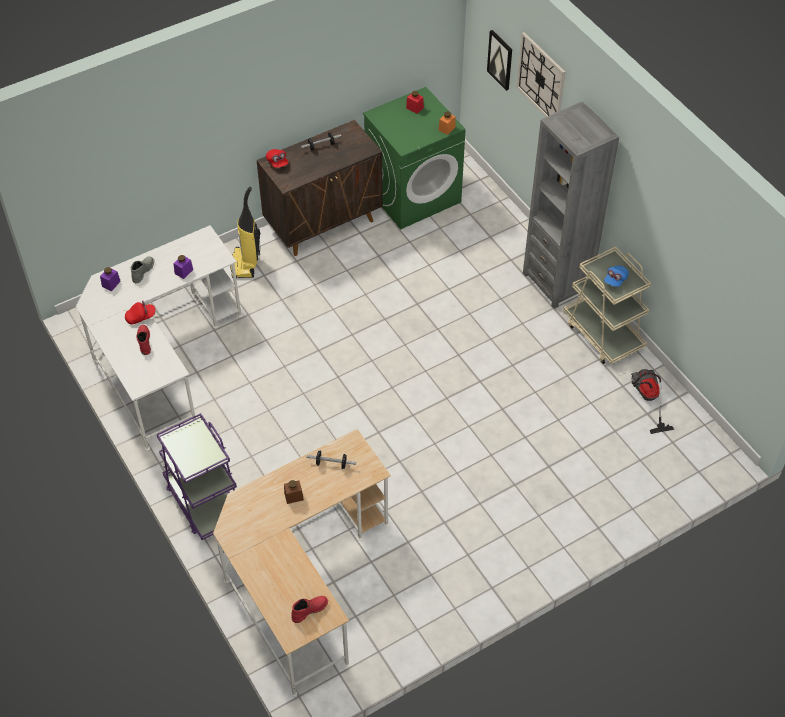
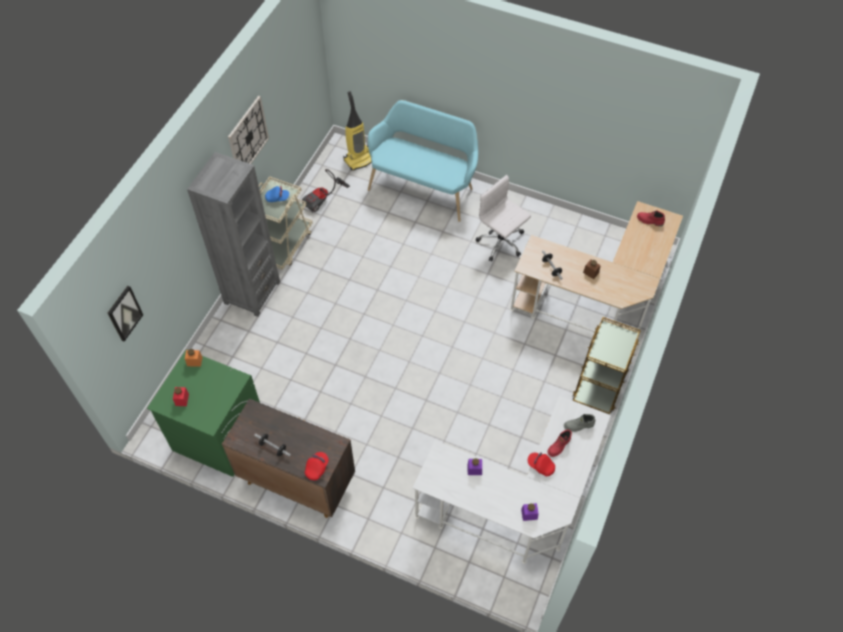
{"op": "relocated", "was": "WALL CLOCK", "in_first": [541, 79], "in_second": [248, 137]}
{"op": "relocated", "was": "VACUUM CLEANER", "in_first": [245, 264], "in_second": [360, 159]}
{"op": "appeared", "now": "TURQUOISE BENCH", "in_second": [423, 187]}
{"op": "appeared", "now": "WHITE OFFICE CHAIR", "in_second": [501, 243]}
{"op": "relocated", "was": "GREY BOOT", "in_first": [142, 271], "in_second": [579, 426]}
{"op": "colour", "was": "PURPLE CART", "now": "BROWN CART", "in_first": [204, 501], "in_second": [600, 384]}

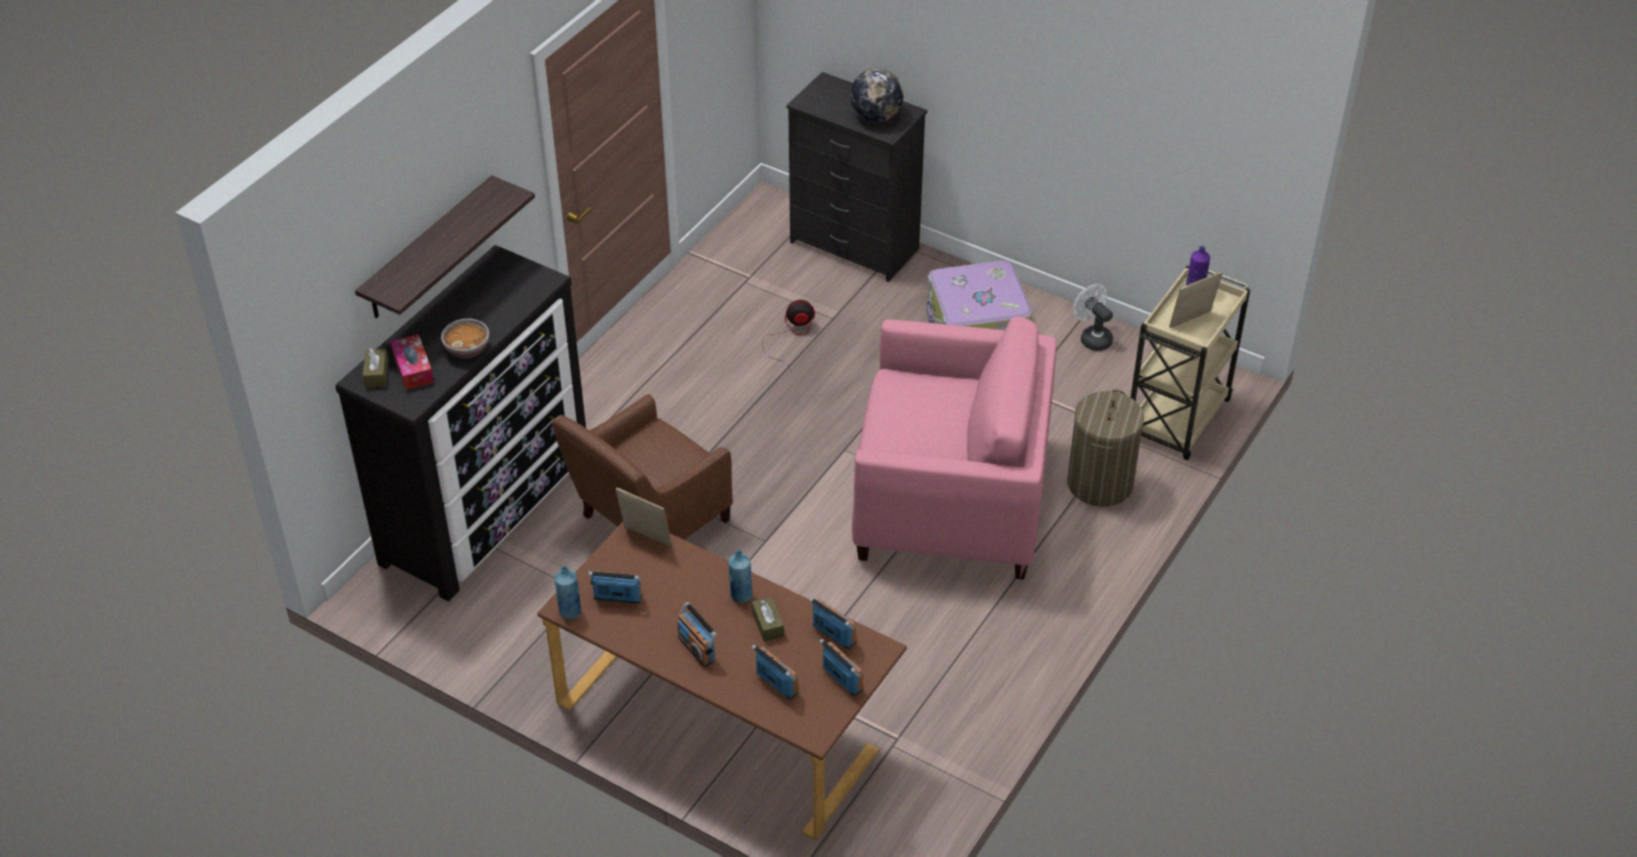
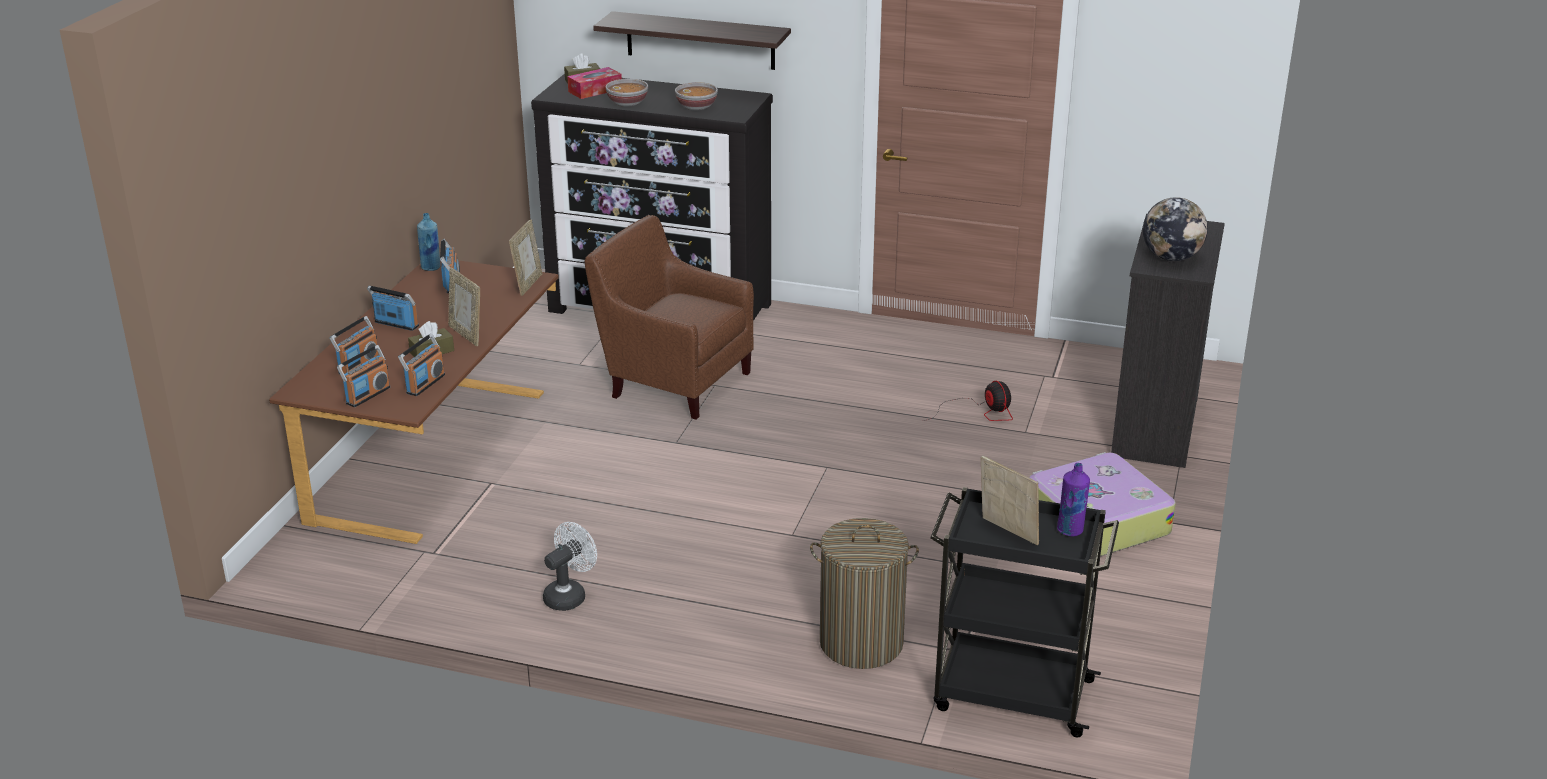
{"op": "spun", "was": "RADIO", "in_first": [696, 648], "in_second": [396, 324], "clockwise": 75}
{"op": "exchanged", "was": "BLUE BOTTLE", "now": "PICTURE FRAME", "in_first": [741, 595], "in_second": [466, 335]}
{"op": "relocated", "was": "WHITE FAN", "in_first": [1092, 337], "in_second": [569, 595]}
{"op": "appeared", "now": "BOWL", "in_second": [697, 107]}
{"op": "colour", "was": "BEIGE CART", "now": "BLACK CART", "in_first": [1177, 420], "in_second": [1010, 694]}
{"op": "missing", "was": "PINK ARMCHAIR", "in_first": [950, 499]}

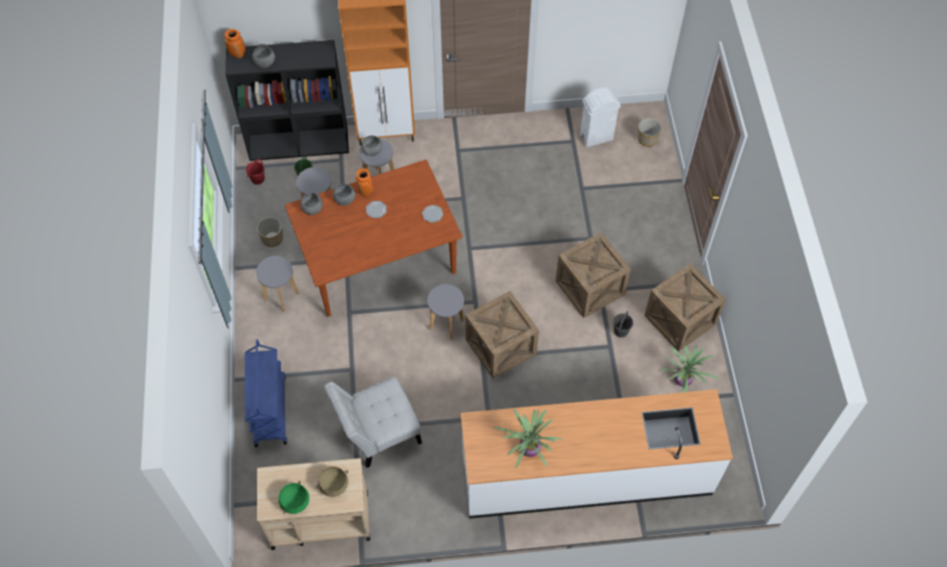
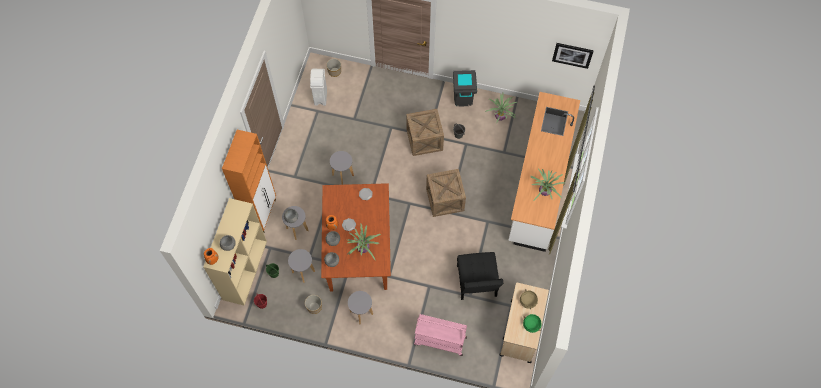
{"op": "colour", "was": "BLACK BOOKCASE", "now": "BEIGE BOOKCASE", "in_first": [299, 143], "in_second": [244, 269]}
{"op": "relocated", "was": "GREY STOOL", "in_first": [446, 325], "in_second": [343, 175]}
{"op": "appeared", "now": "POTTED PLANT", "in_second": [363, 249]}
{"op": "colour", "was": "BLUE CART", "now": "PINK CART", "in_first": [270, 410], "in_second": [439, 341]}
{"op": "exchanged", "was": "CRATE", "now": "GREY TRASH CAN", "in_first": [680, 320], "in_second": [463, 103]}
{"op": "colour", "was": "WHITE CHAIR", "now": "BLACK CHAIR", "in_first": [377, 433], "in_second": [476, 283]}
{"op": "appeared", "now": "PICTURE", "in_second": [572, 55]}

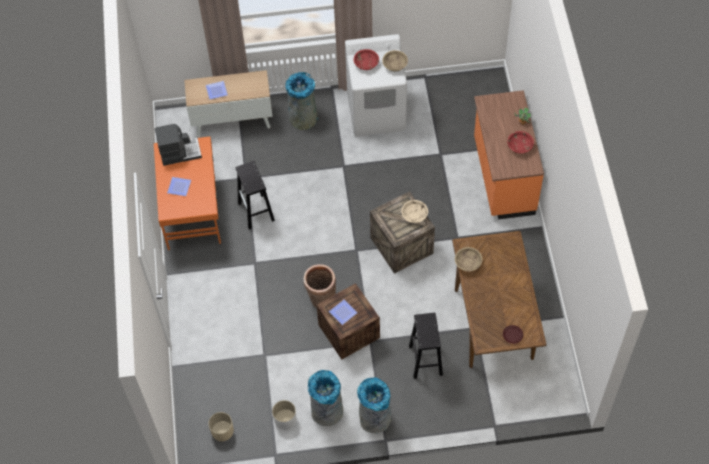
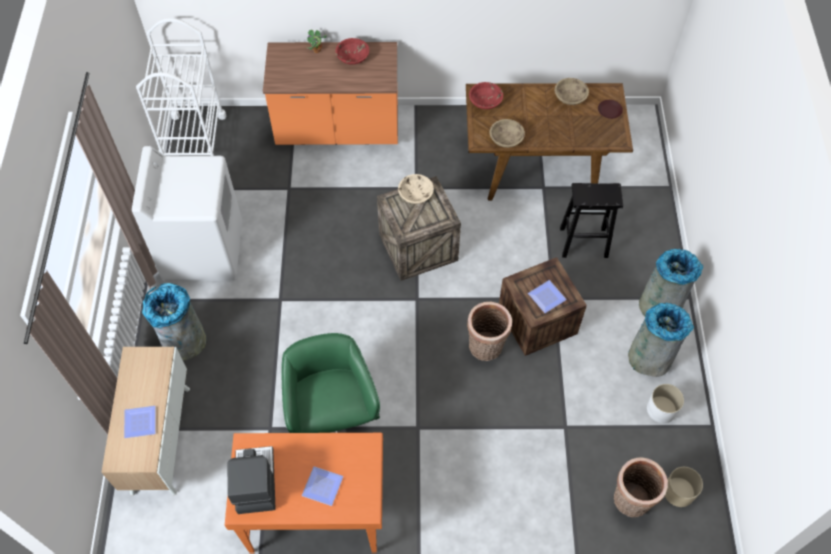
{"op": "appeared", "now": "WHITE CART", "in_second": [195, 141]}
{"op": "exchanged", "was": "BLACK STOOL", "now": "GREEN OFFICE CHAIR", "in_first": [256, 212], "in_second": [333, 418]}
{"op": "relocated", "was": "RED BOWL", "in_first": [366, 64], "in_second": [485, 102]}
{"op": "relocated", "was": "BEIGE BOWL", "in_first": [395, 65], "in_second": [570, 97]}
{"op": "appeared", "now": "BASKET", "in_second": [630, 501]}

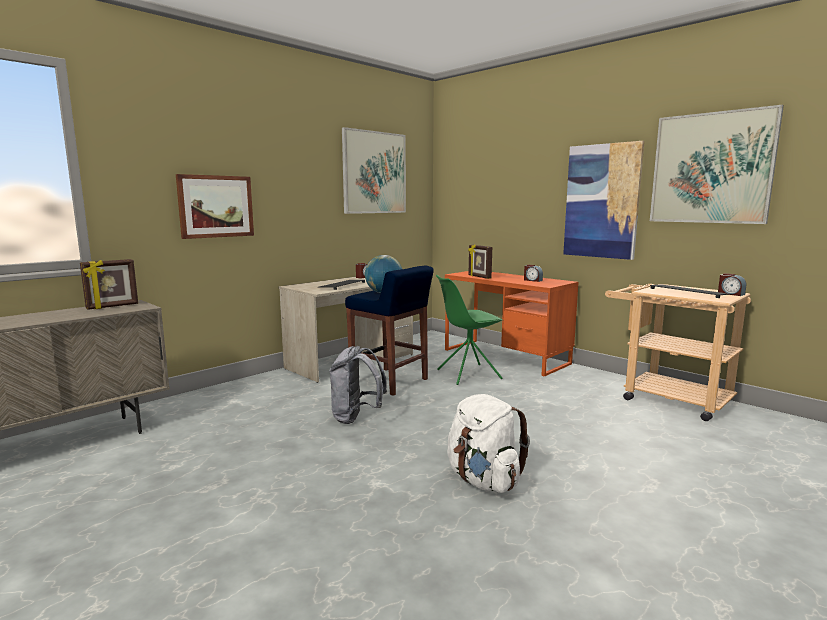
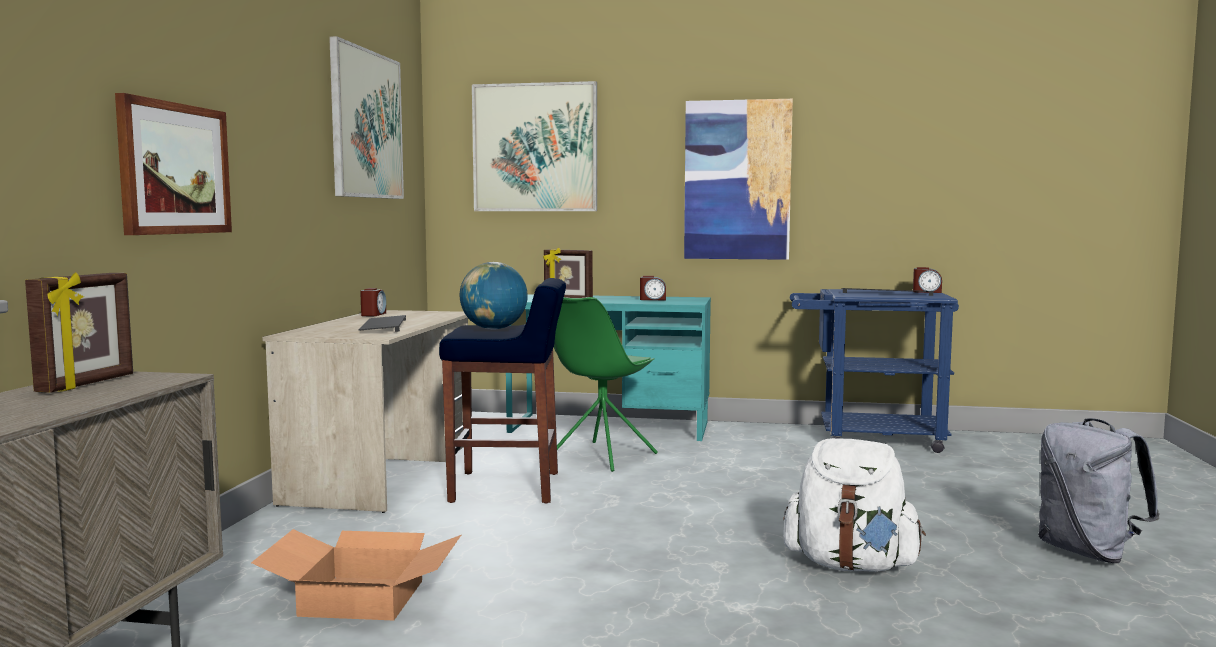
{"op": "appeared", "now": "CARDBOARD BOX", "in_second": [360, 599]}
{"op": "relocated", "was": "PICTURE", "in_first": [711, 168], "in_second": [535, 148]}
{"op": "colour", "was": "ORANGE DESK", "now": "TURQUOISE DESK", "in_first": [505, 357], "in_second": [610, 427]}
{"op": "colour", "was": "BEIGE CART", "now": "BLUE CART", "in_first": [666, 398], "in_second": [867, 438]}
{"op": "relocated", "was": "GREY BACKPACK", "in_first": [356, 418], "in_second": [1088, 552]}

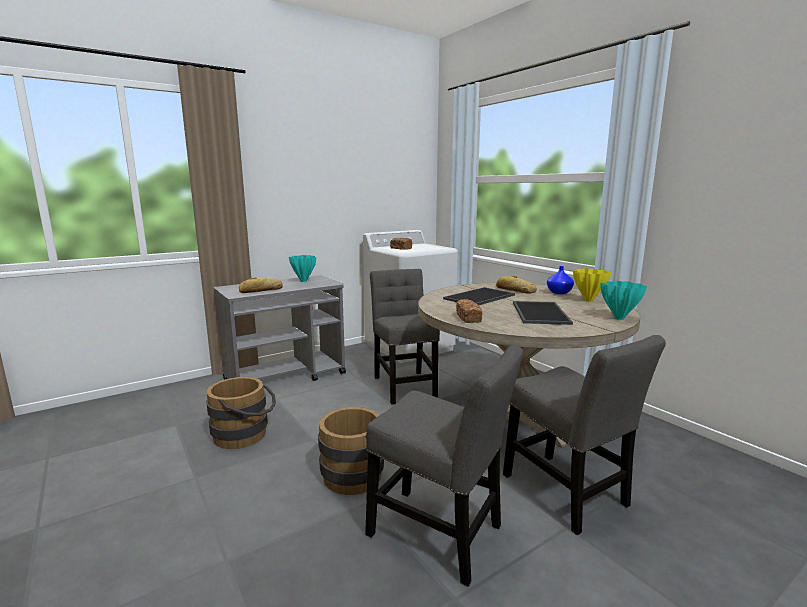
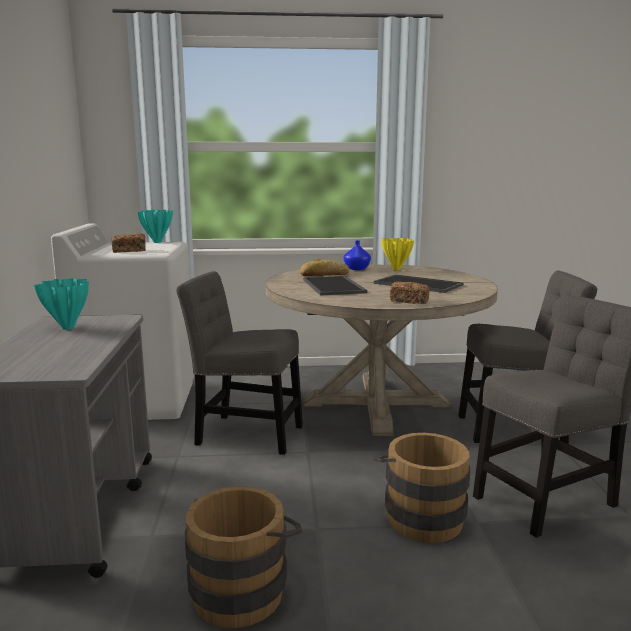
{"op": "relocated", "was": "TURQUOISE VASE", "in_first": [620, 318], "in_second": [158, 242]}
{"op": "missing", "was": "BREAD", "in_first": [261, 290]}

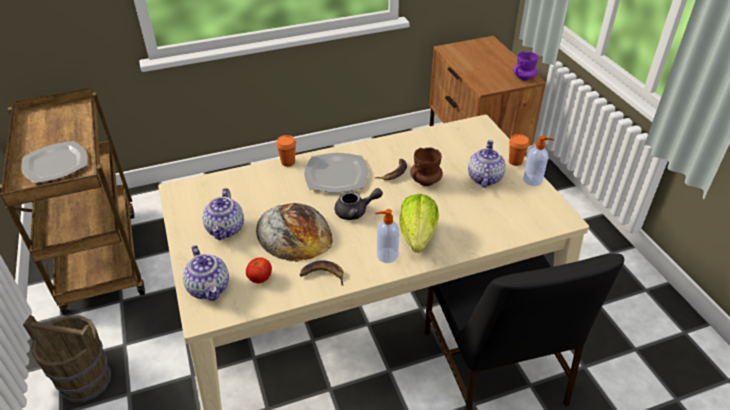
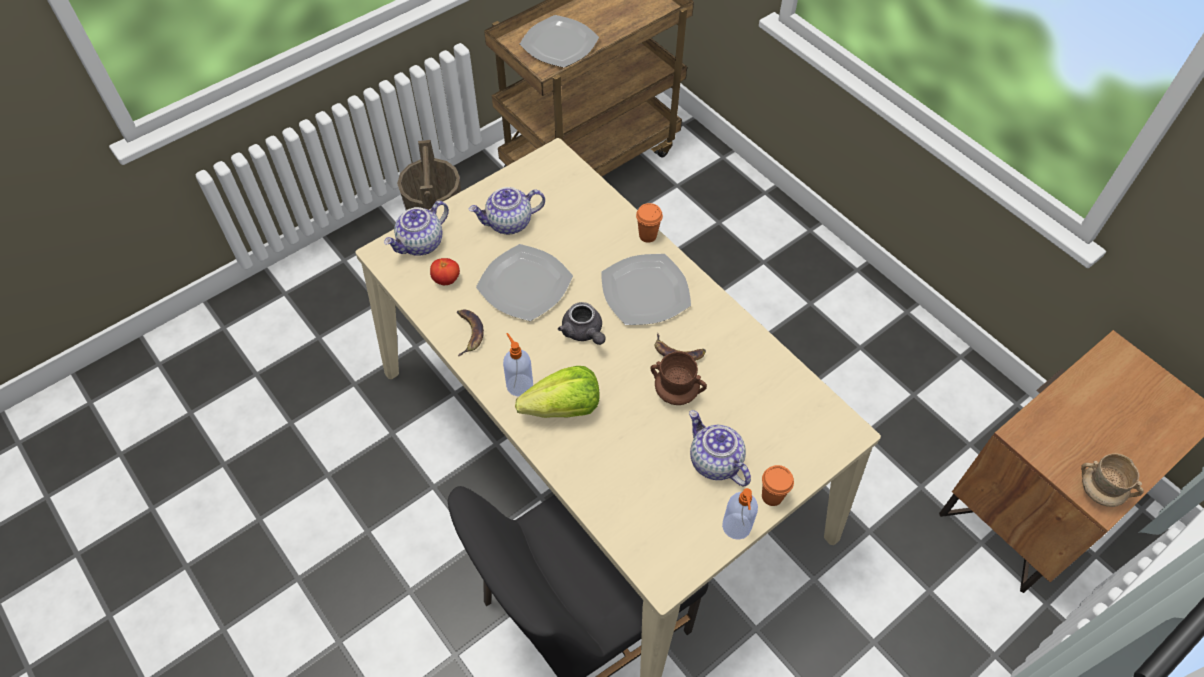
{"op": "exchanged", "was": "BREAD", "now": "PLATE", "in_first": [294, 232], "in_second": [526, 284]}
{"op": "spun", "was": "TEAPOT", "in_first": [484, 178], "in_second": [714, 461], "clockwise": -120}
{"op": "colour", "was": "PURPLE MUG", "now": "BEIGE MUG", "in_first": [524, 77], "in_second": [1099, 491]}

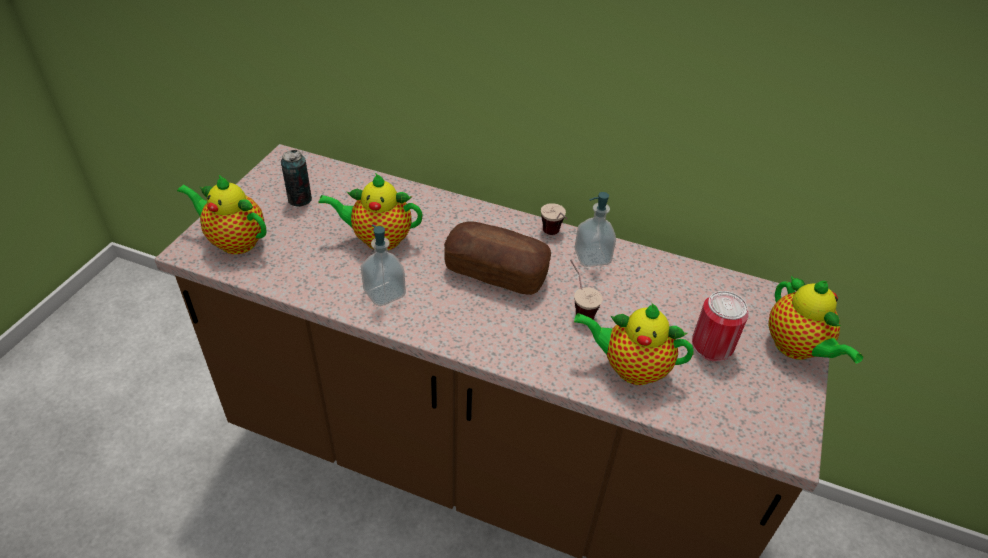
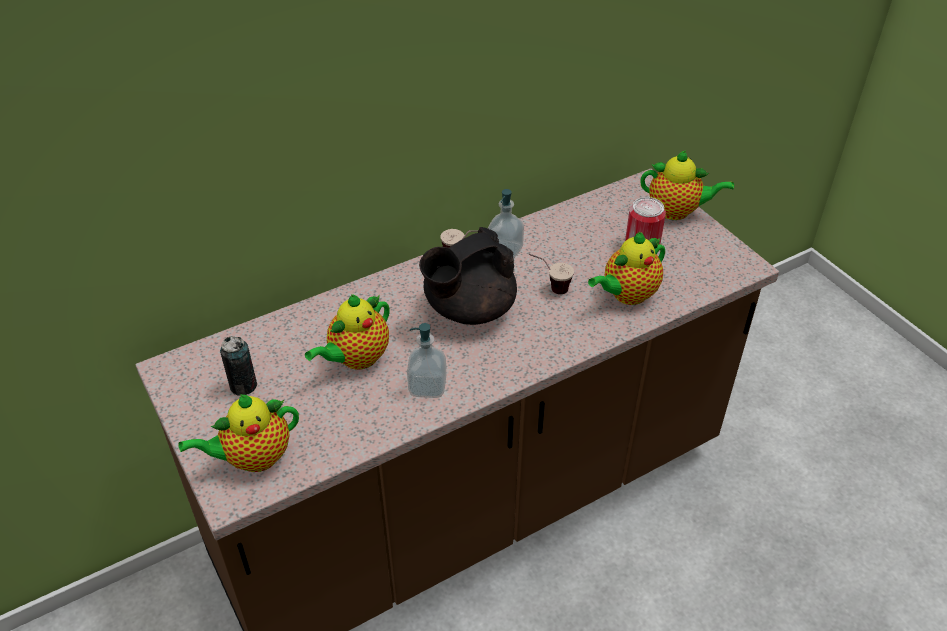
{"op": "exchanged", "was": "BREAD", "now": "BLACK TEAPOT", "in_first": [496, 272], "in_second": [468, 309]}

